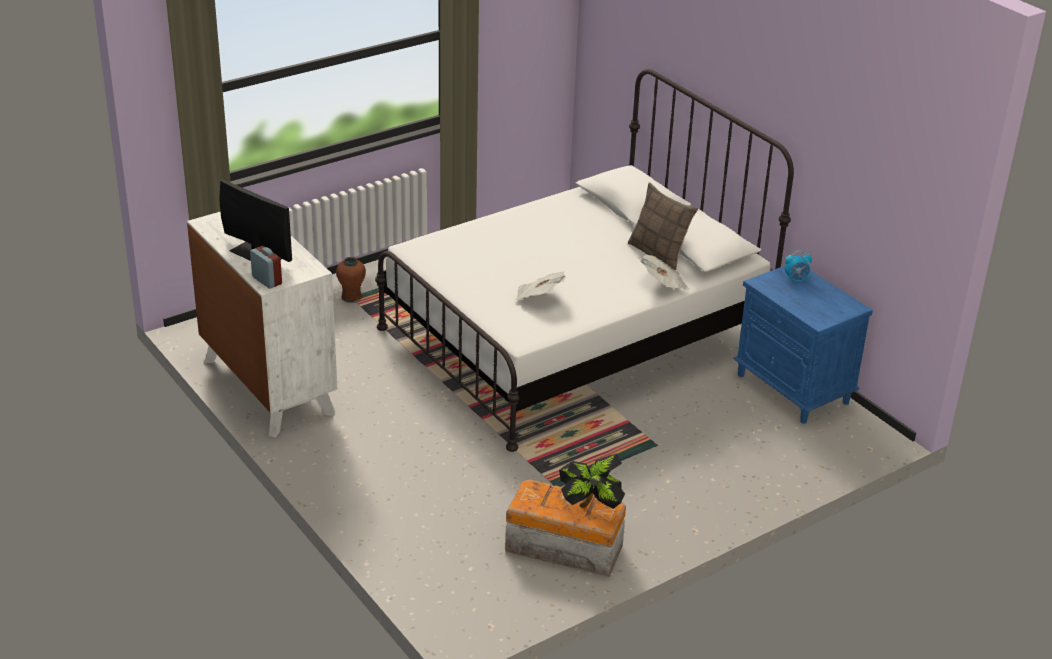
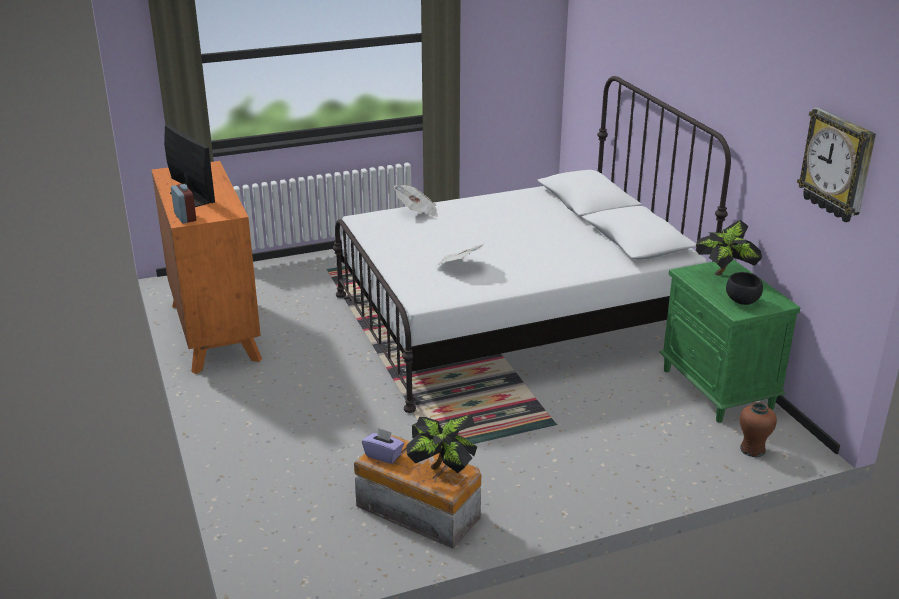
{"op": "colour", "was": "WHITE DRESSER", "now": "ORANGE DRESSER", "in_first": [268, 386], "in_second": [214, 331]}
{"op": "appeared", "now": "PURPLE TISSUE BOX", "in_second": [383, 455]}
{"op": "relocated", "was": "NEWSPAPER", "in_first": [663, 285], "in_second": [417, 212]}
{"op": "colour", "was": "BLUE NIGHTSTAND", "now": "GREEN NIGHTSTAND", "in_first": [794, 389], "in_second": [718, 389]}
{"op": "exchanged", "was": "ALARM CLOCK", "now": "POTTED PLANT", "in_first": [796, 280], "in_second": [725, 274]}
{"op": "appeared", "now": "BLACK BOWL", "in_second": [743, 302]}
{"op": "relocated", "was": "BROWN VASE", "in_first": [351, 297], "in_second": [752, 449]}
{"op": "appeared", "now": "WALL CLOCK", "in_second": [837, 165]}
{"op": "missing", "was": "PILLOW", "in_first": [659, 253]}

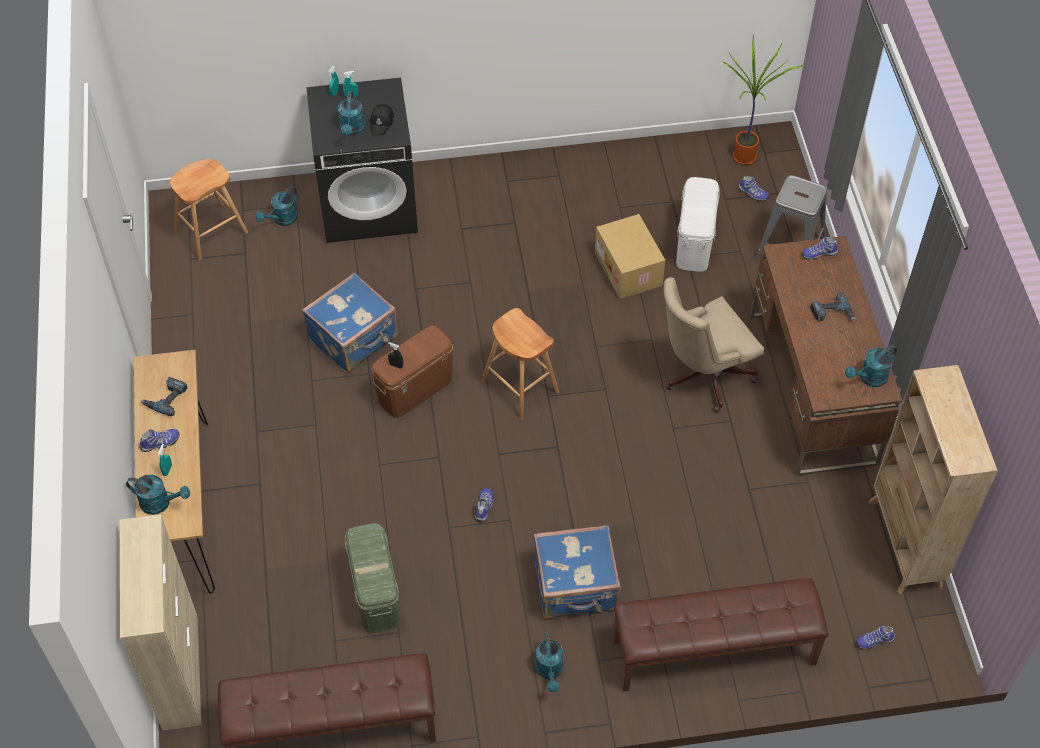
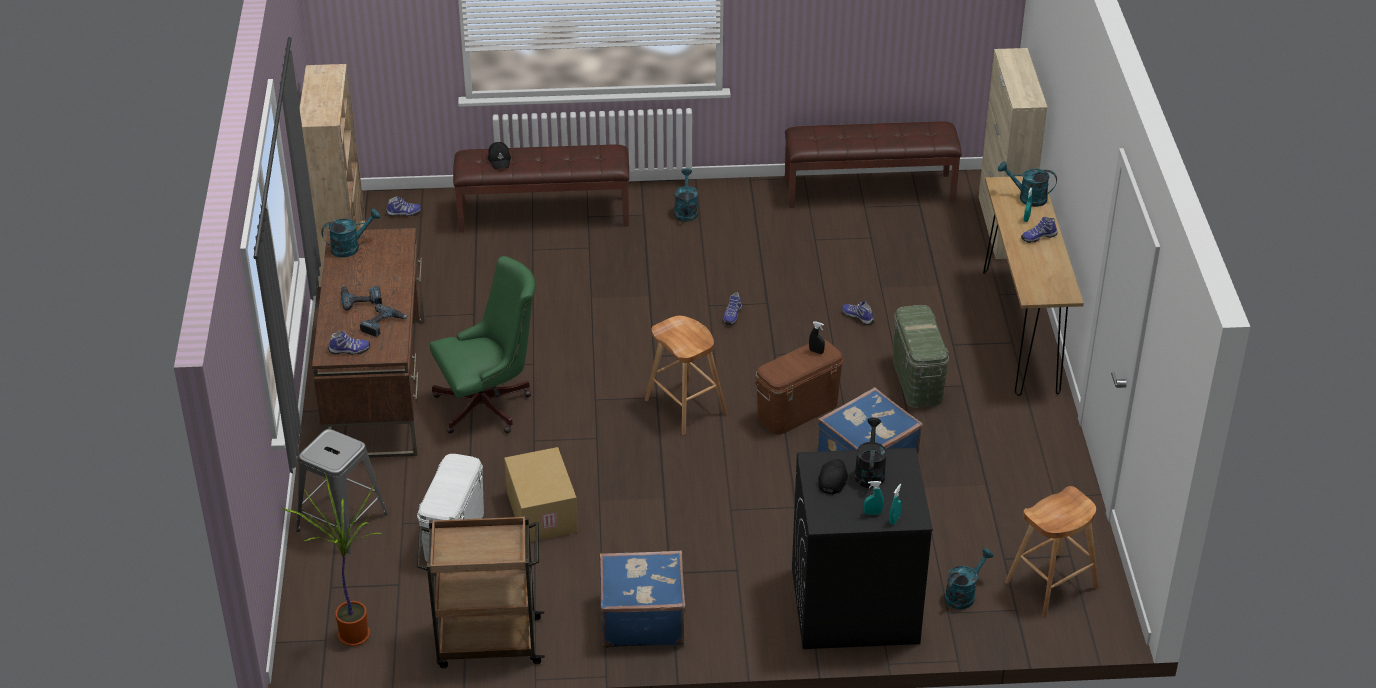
{"op": "relocated", "was": "POWER DRILL", "in_first": [166, 398], "in_second": [383, 324]}
{"op": "appeared", "now": "BROWN CART", "in_second": [486, 643]}
{"op": "colour", "was": "BEIGE OFFICE CHAIR", "now": "GREEN OFFICE CHAIR", "in_first": [702, 375], "in_second": [489, 405]}
{"op": "appeared", "now": "BLACK CAP", "in_second": [499, 159]}
{"op": "relocated", "was": "BLUE SUITCASE", "in_first": [576, 587], "in_second": [641, 619]}
{"op": "relocated", "was": "SHOE", "in_first": [752, 194], "in_second": [858, 317]}
{"op": "colour", "was": "TURQUOISE WATERING CAN", "now": "BLACK WATERING CAN", "in_first": [352, 130], "in_second": [869, 472]}
{"op": "relocated", "was": "GREEN STORAGE BOX", "in_first": [376, 594], "in_second": [917, 380]}

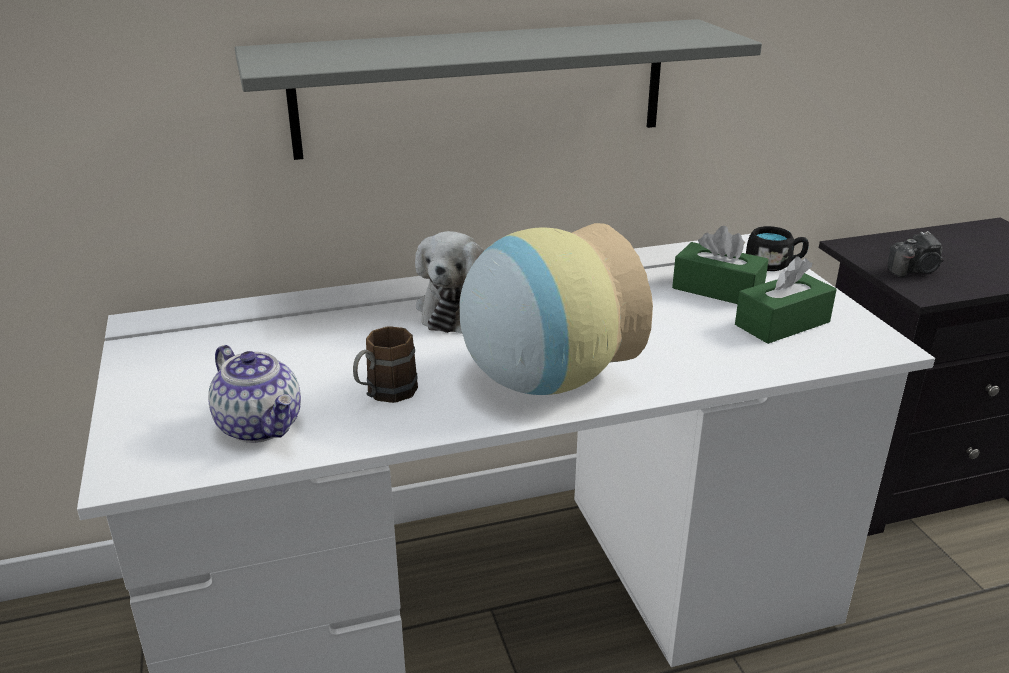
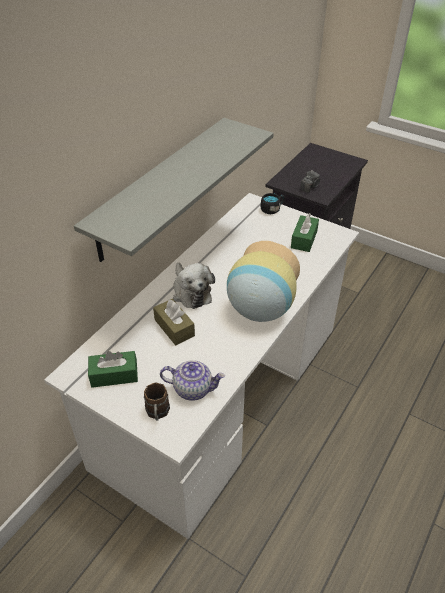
{"op": "relocated", "was": "GREEN TISSUE BOX", "in_first": [717, 289], "in_second": [114, 375]}
{"op": "relocated", "was": "BROWN MUG", "in_first": [384, 395], "in_second": [157, 414]}
{"op": "appeared", "now": "BROWN TISSUE BOX", "in_second": [174, 328]}

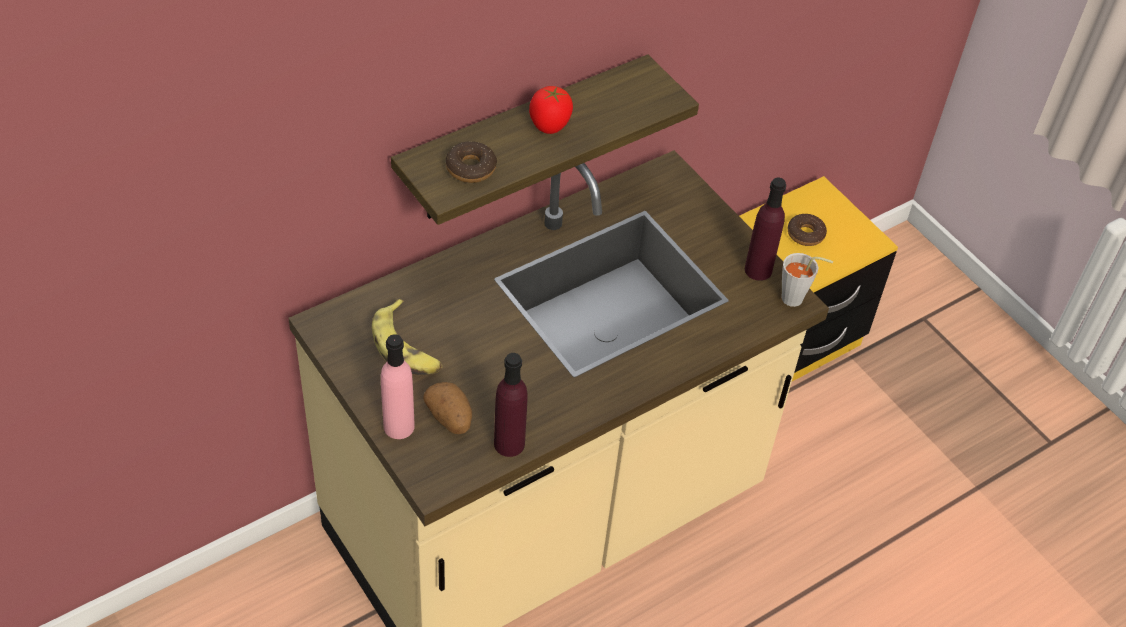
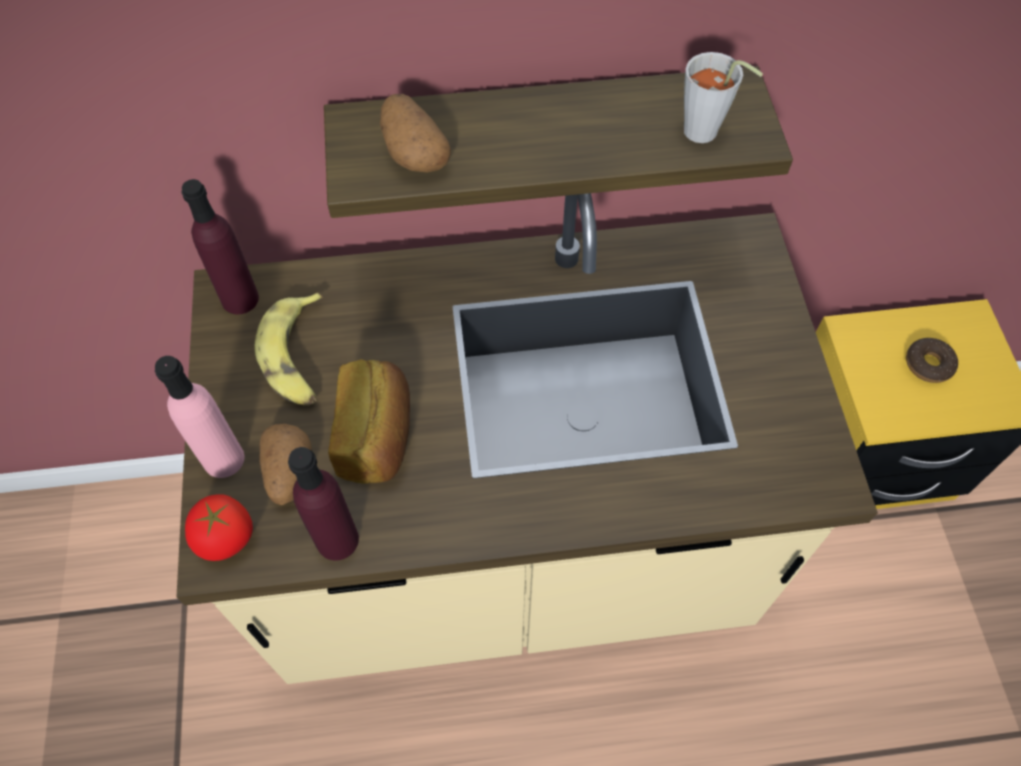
{"op": "relocated", "was": "PURPLE BOTTLE", "in_first": [758, 270], "in_second": [240, 299]}
{"op": "relocated", "was": "TOMATO", "in_first": [549, 125], "in_second": [226, 539]}
{"op": "appeared", "now": "BREAD", "in_second": [377, 435]}
{"op": "exchanged", "was": "DONUT", "now": "POTATO", "in_first": [471, 168], "in_second": [413, 152]}
{"op": "relocated", "was": "GREY CUP", "in_first": [797, 300], "in_second": [706, 135]}

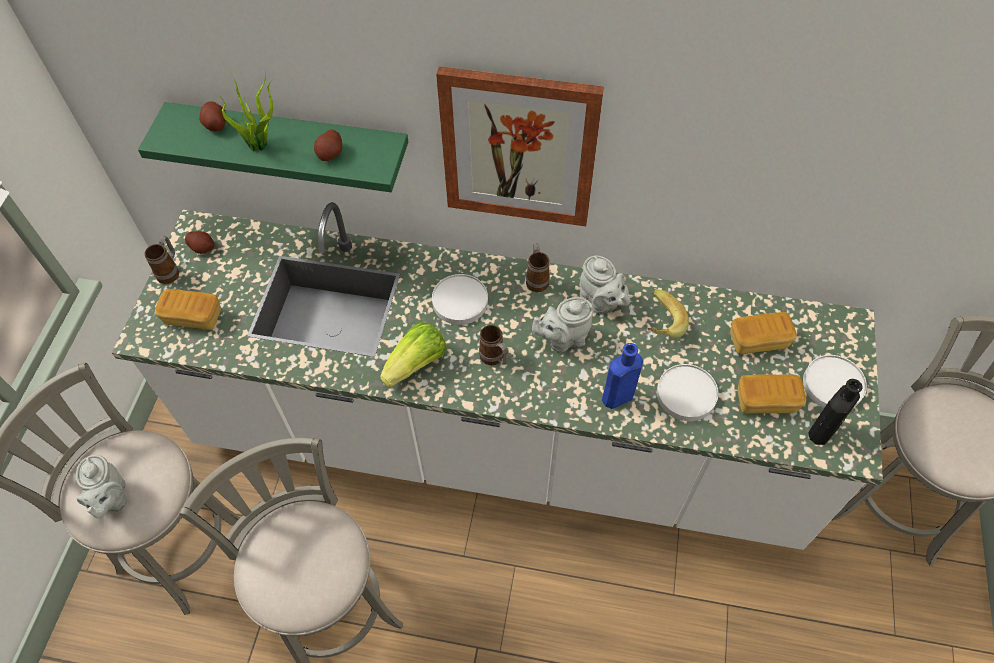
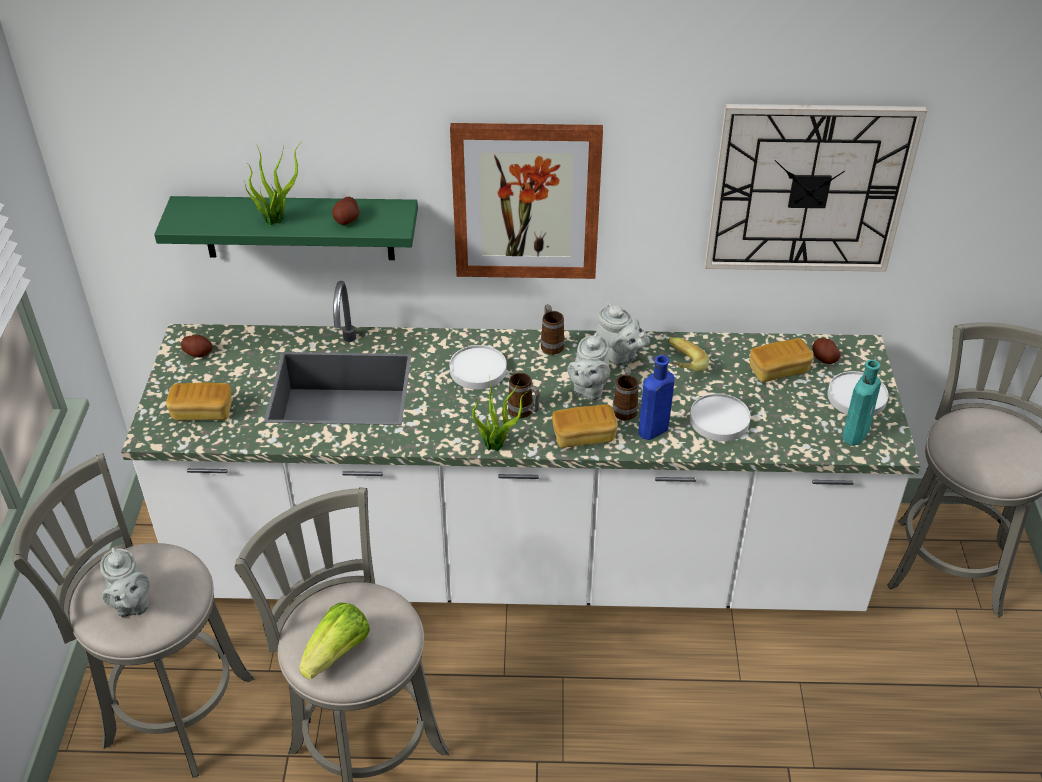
{"op": "relocated", "was": "LETTUCE", "in_first": [416, 364], "in_second": [337, 653]}
{"op": "appeared", "now": "POTTED PLANT", "in_second": [497, 445]}
{"op": "relocated", "was": "BREAD", "in_first": [766, 401], "in_second": [583, 436]}
{"op": "spun", "was": "GREY TEAPOT", "in_first": [563, 339], "in_second": [588, 389], "clockwise": -45}
{"op": "relocated", "was": "MUG", "in_first": [170, 271], "in_second": [625, 408]}
{"op": "appeared", "now": "WALL CLOCK", "in_second": [808, 189]}
{"op": "relocated", "was": "POTATO", "in_first": [216, 124], "in_second": [824, 358]}
{"op": "colour", "was": "BLACK BOTTLE", "now": "TURQUOISE BOTTLE", "in_first": [823, 429], "in_second": [856, 432]}

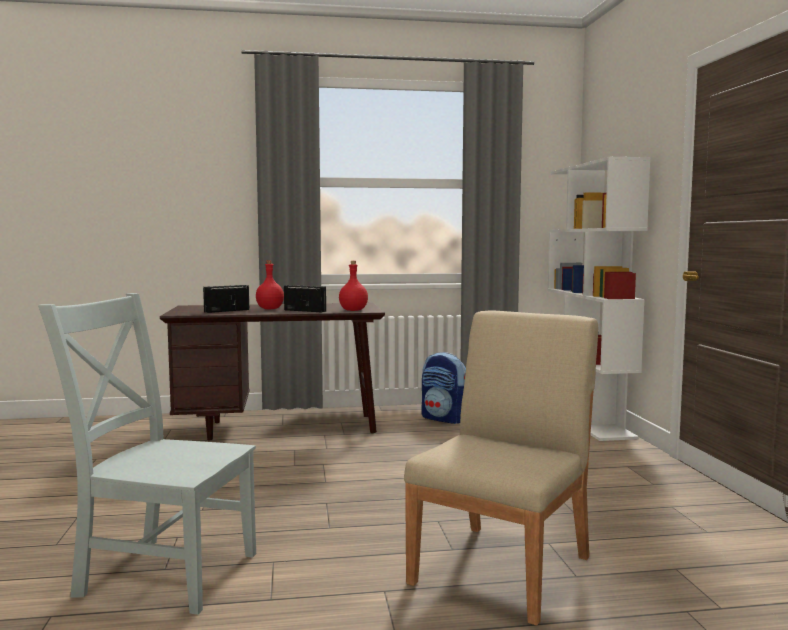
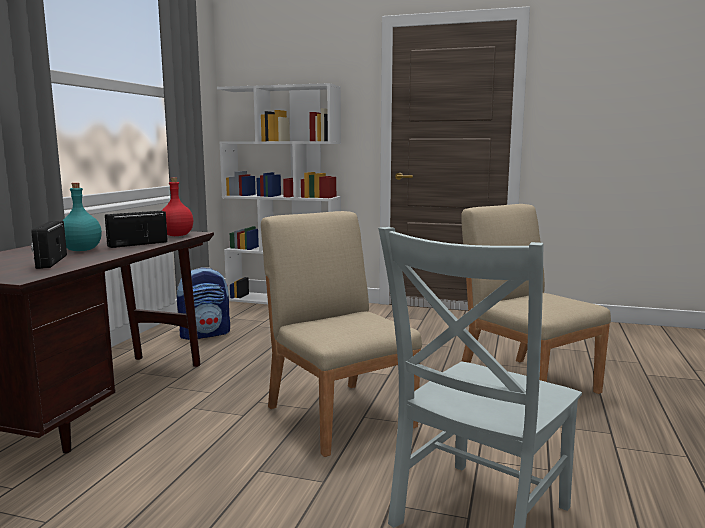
{"op": "colour", "was": "RED BOTTLE", "now": "TURQUOISE BOTTLE", "in_first": [269, 309], "in_second": [81, 250]}
{"op": "appeared", "now": "BEIGE CHAIR", "in_second": [339, 415]}

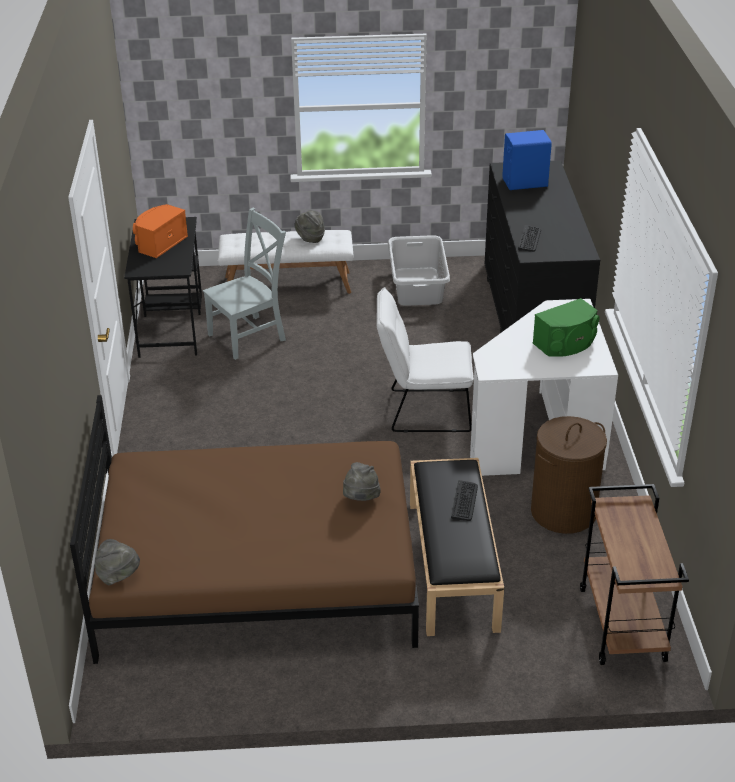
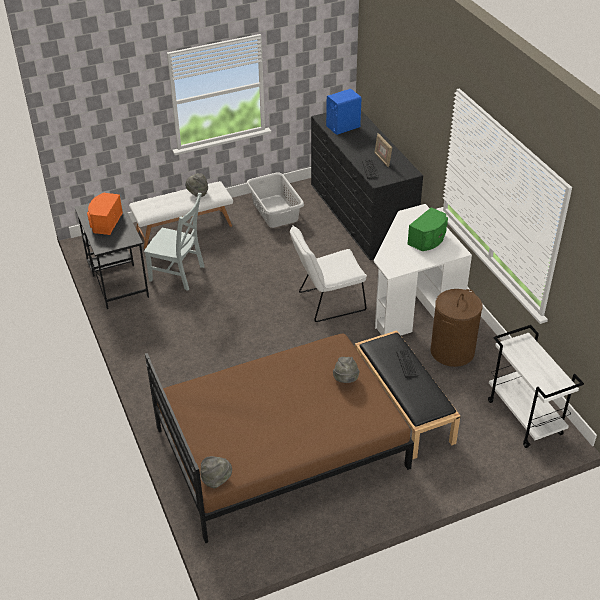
{"op": "spun", "was": "GREY CHAIR", "in_first": [250, 336], "in_second": [179, 274], "clockwise": 75}
{"op": "appeared", "now": "PICTURE FRAME", "in_second": [382, 159]}
{"op": "colour", "was": "BROWN CART", "now": "WHITE CART", "in_first": [623, 625], "in_second": [525, 417]}

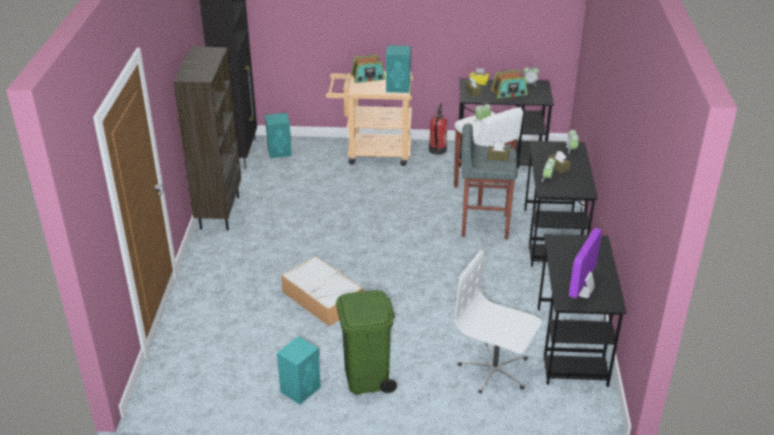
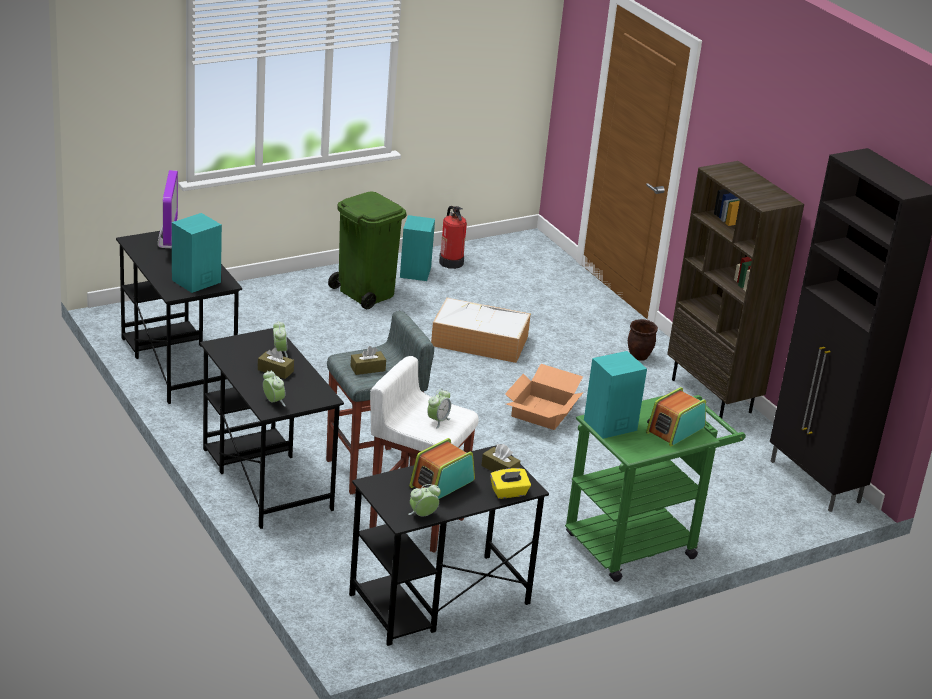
{"op": "relocated", "was": "TURQUOISE SPEAKER", "in_first": [280, 152], "in_second": [195, 281]}
{"op": "relocated", "was": "FIRE EXTINGUISHER", "in_first": [437, 150], "in_second": [451, 262]}
{"op": "appeared", "now": "CARDBOARD BOX", "in_second": [542, 412]}
{"op": "colour", "was": "BEIGE CART", "now": "GREEN CART", "in_first": [372, 152], "in_second": [640, 542]}
{"op": "appeared", "now": "BROWN PLANTER", "in_second": [638, 357]}
{"op": "missing", "was": "WHITE OFFICE CHAIR", "in_first": [494, 370]}

